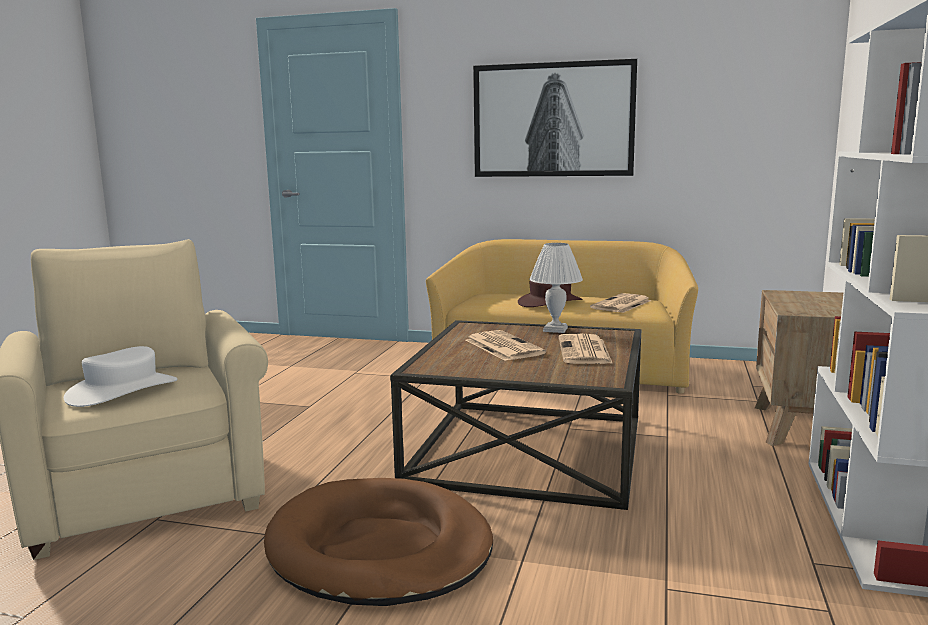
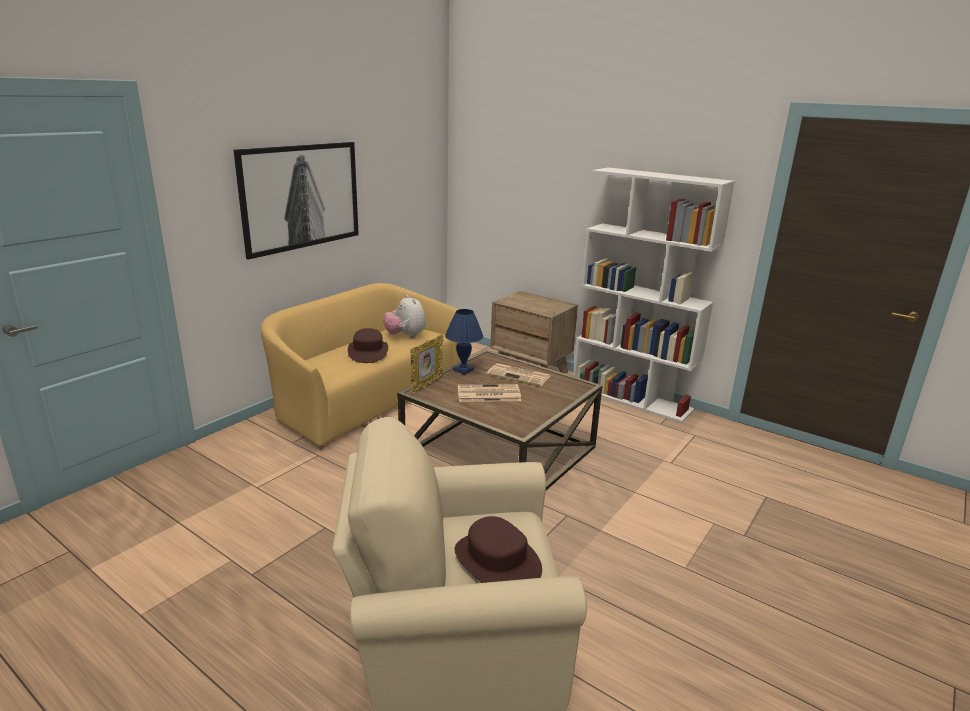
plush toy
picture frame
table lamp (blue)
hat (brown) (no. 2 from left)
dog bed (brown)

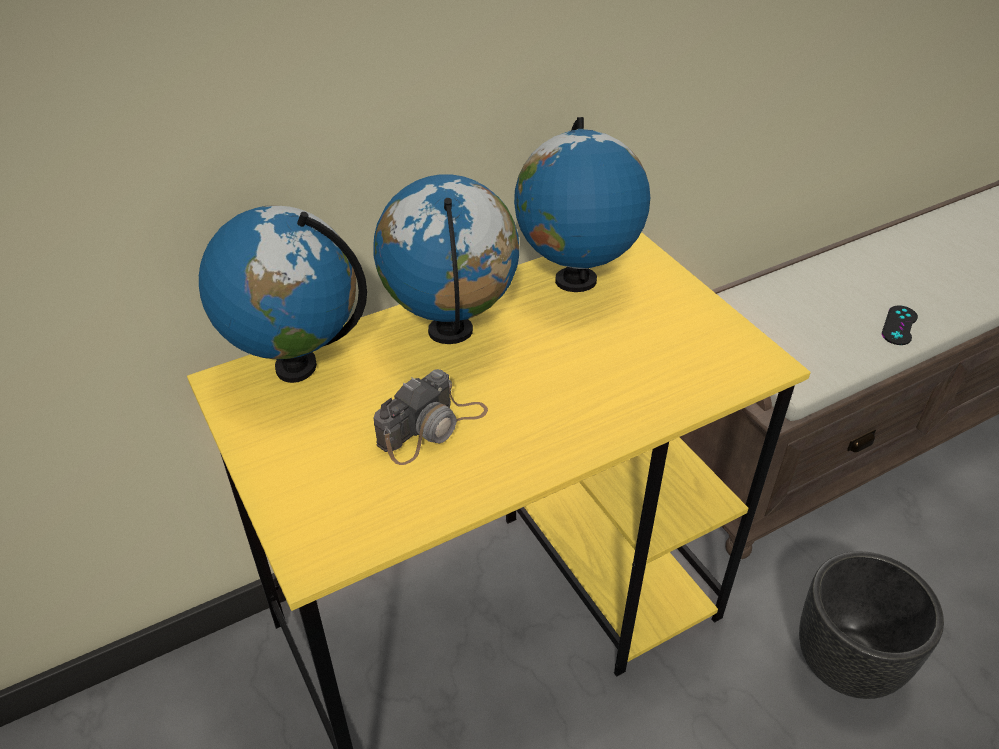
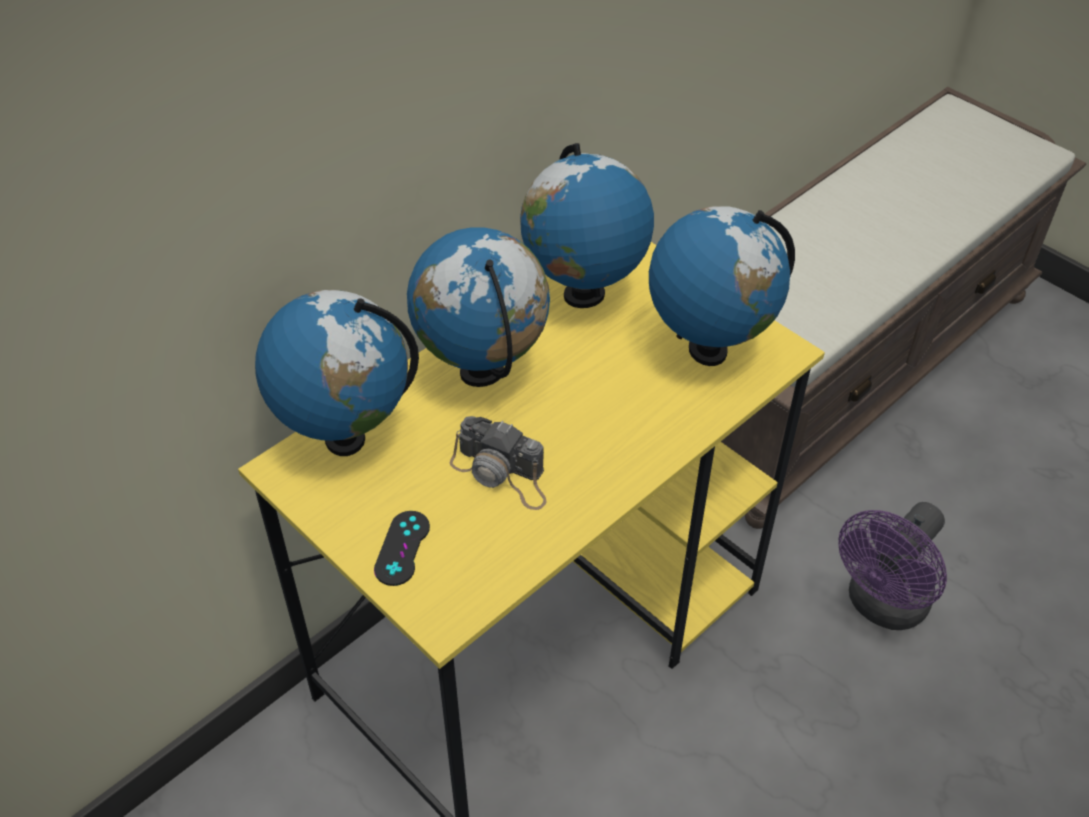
game controller (black)
photo camera
globe (no. 4 from left)
fan (purple)

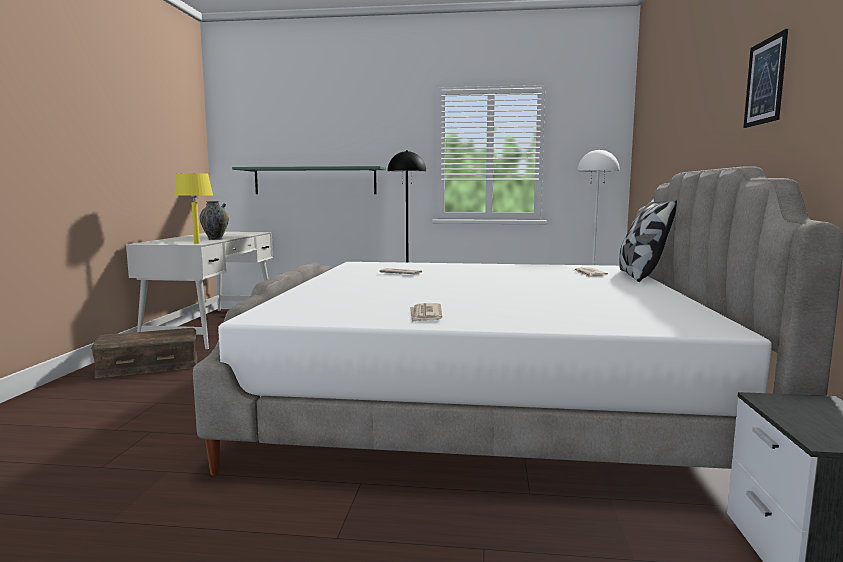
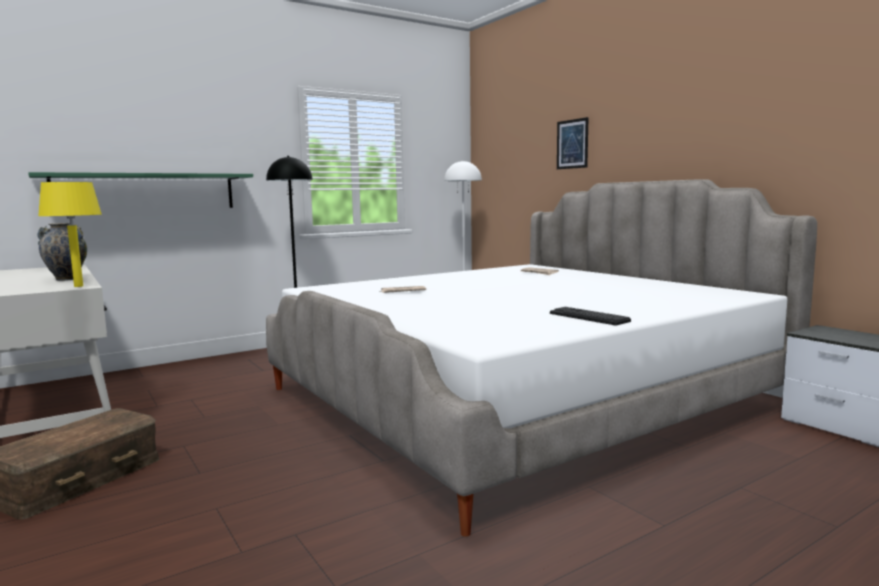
keyboard
picture
pillow

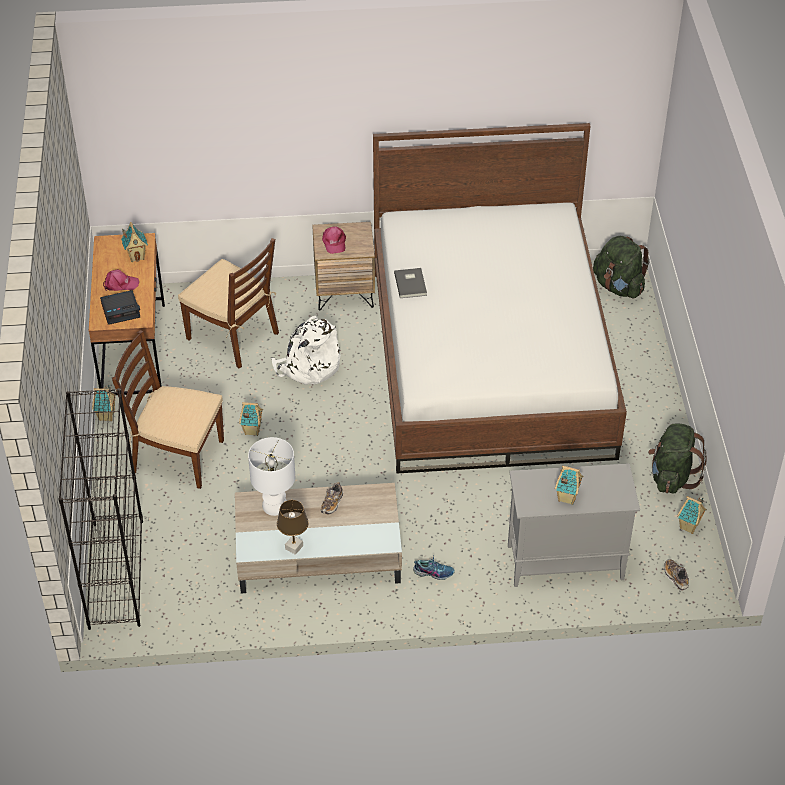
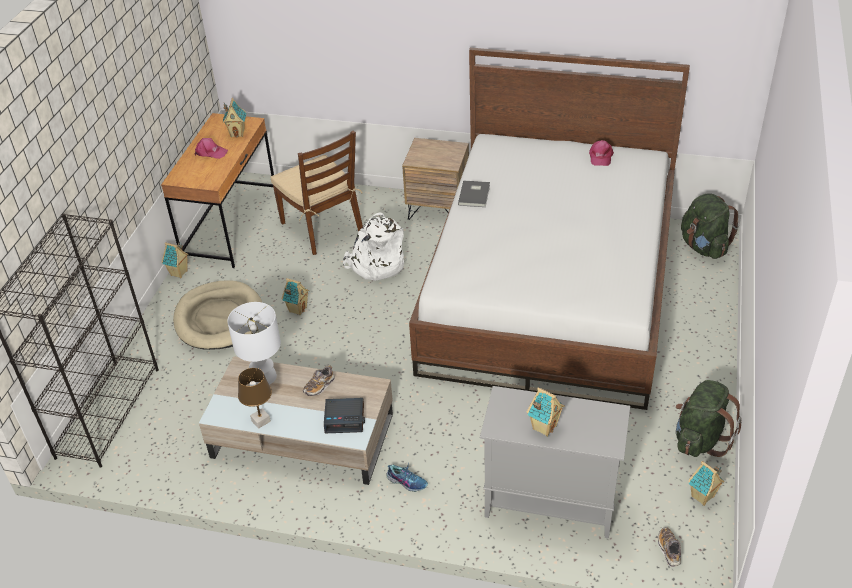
dog bed (beige)
alarm clock
cap (pink) (no. 2 from left)

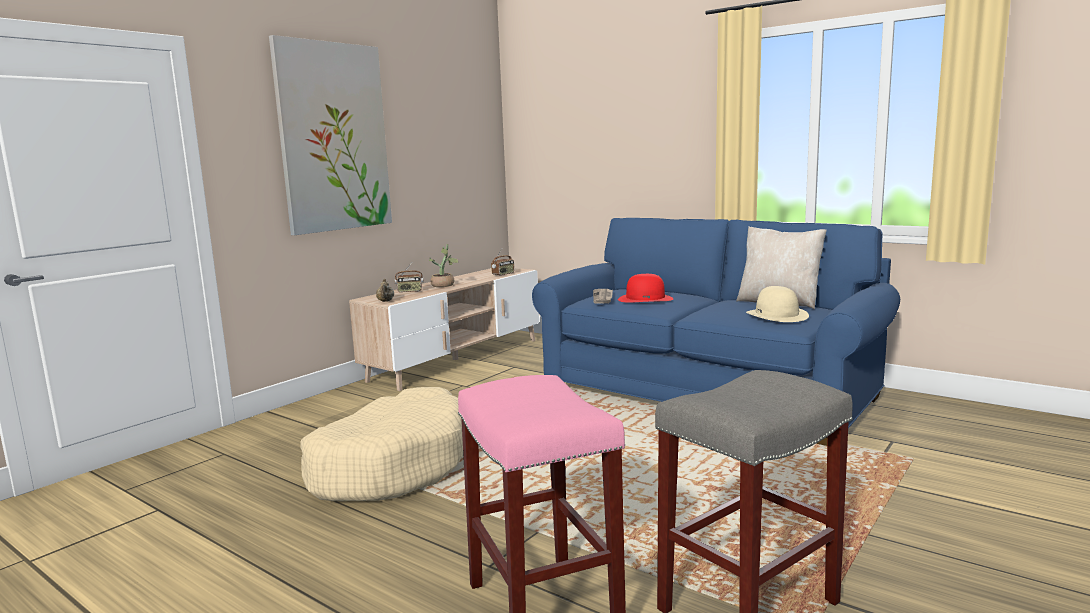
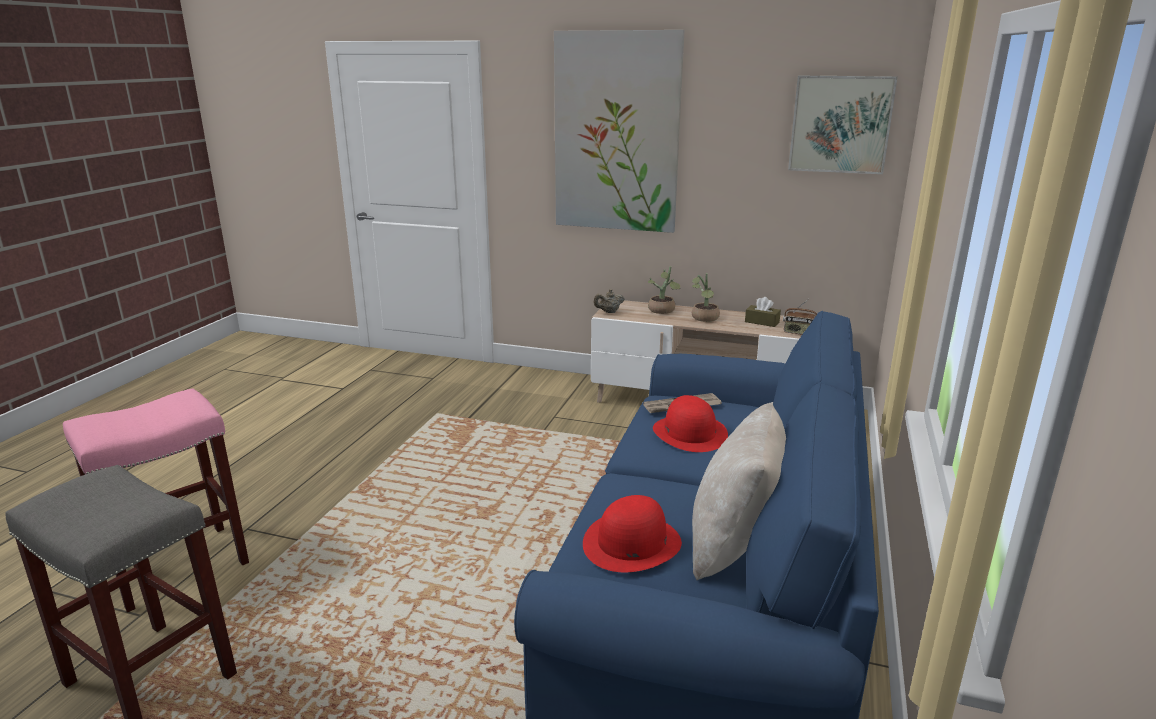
hat (red) (no. 1 from left)
potted plant (no. 1 from left)
tissue box (brown)
picture (no. 2 from left)
dog bed (beige)

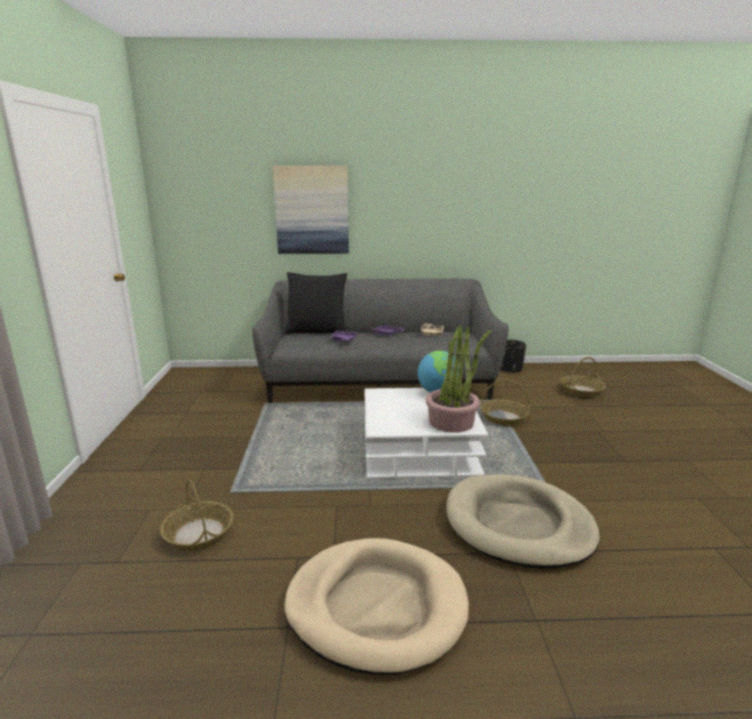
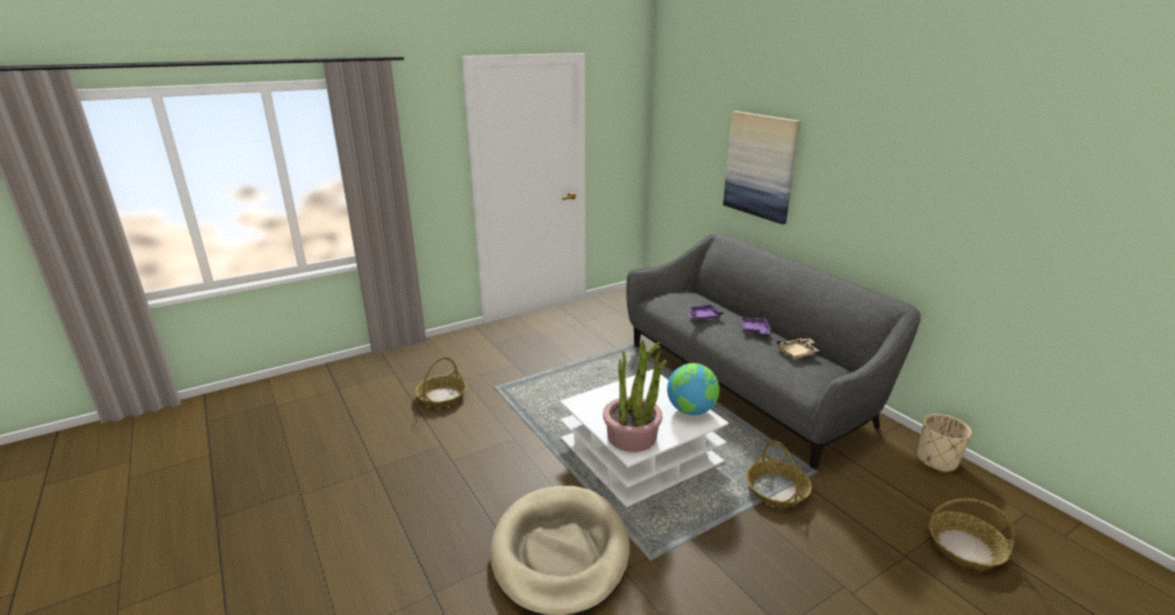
planter (beige)
dog bed (beige) (no. 1 from left in the first image)
pillow (black)

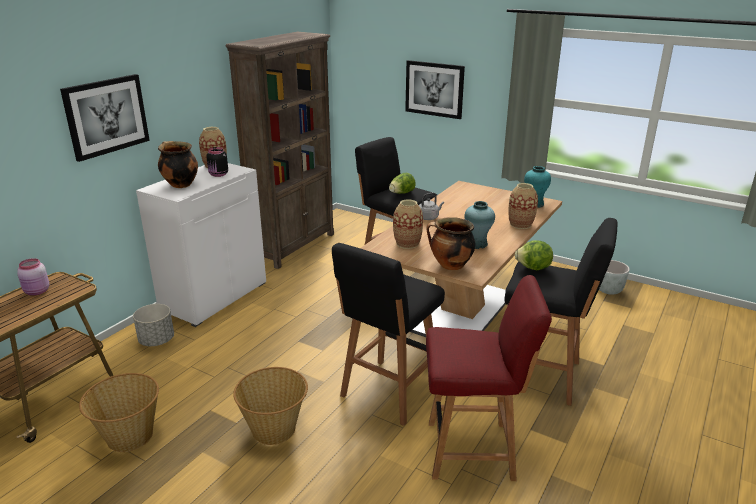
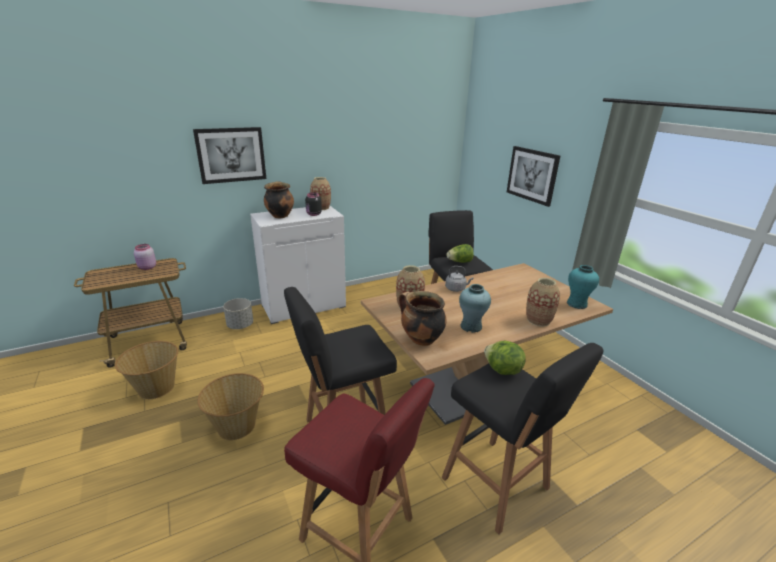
bookcase (brown)
planter (grey) (no. 2 from left in the first image)

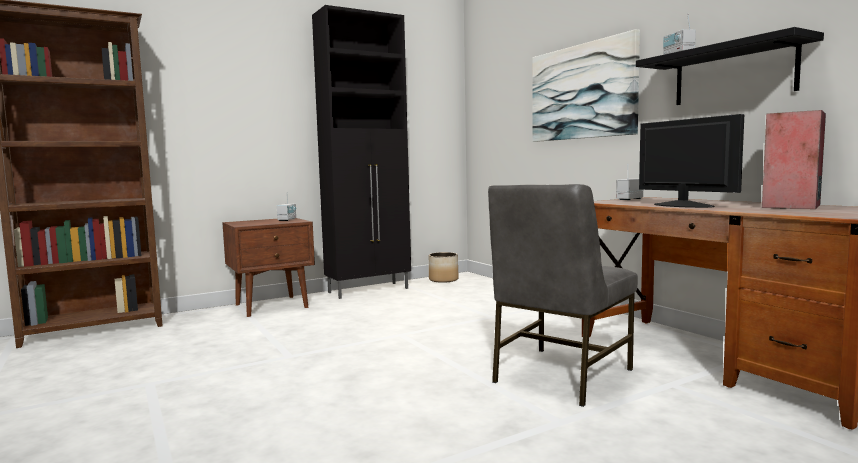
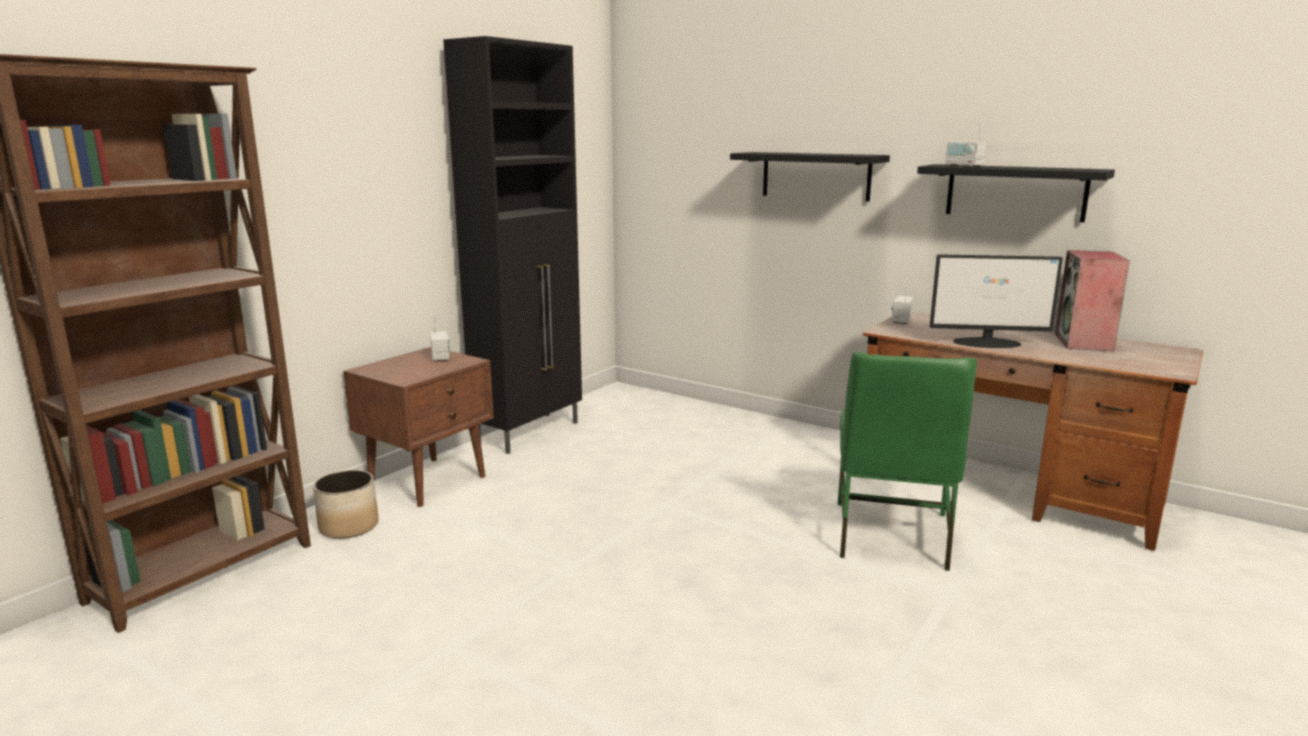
planter
shelf (black) (no. 1 from left)
chair (green)
monitor

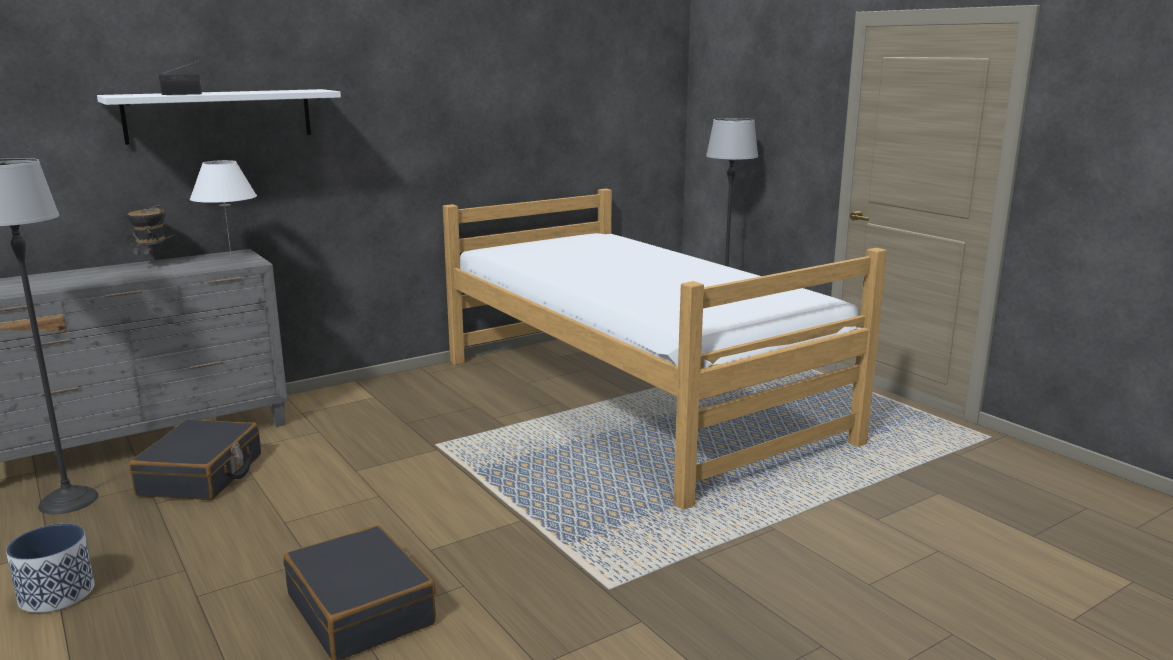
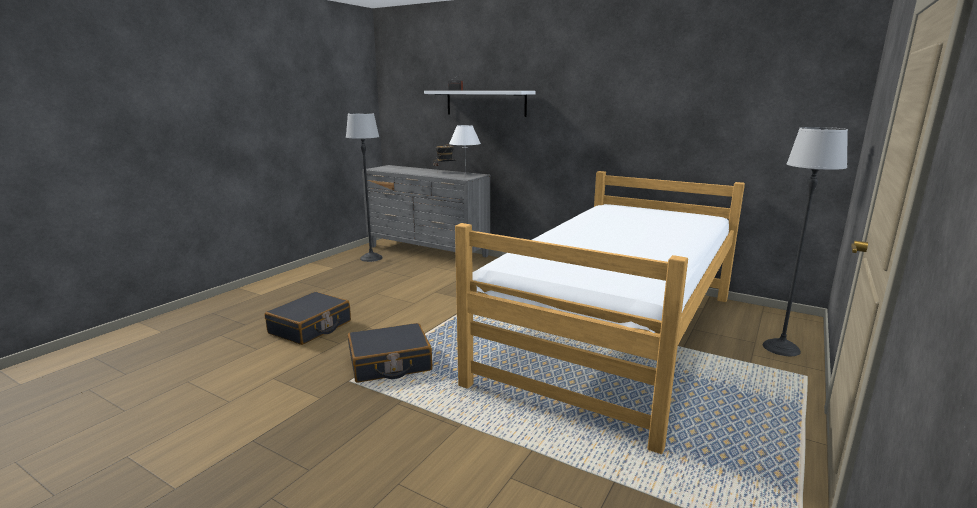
suitcase (black) (no. 2 from left)
planter

